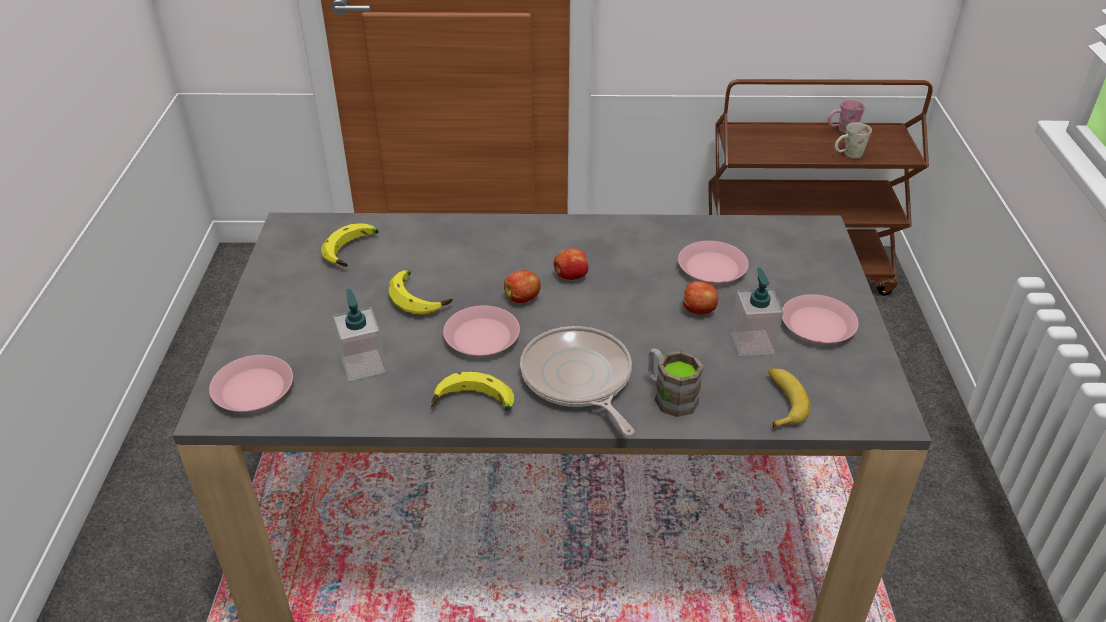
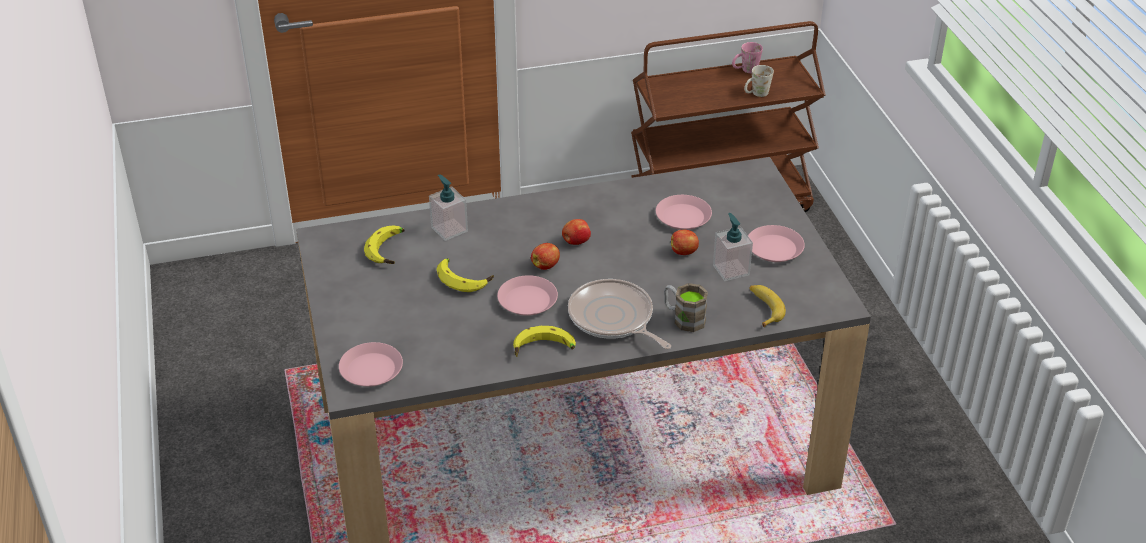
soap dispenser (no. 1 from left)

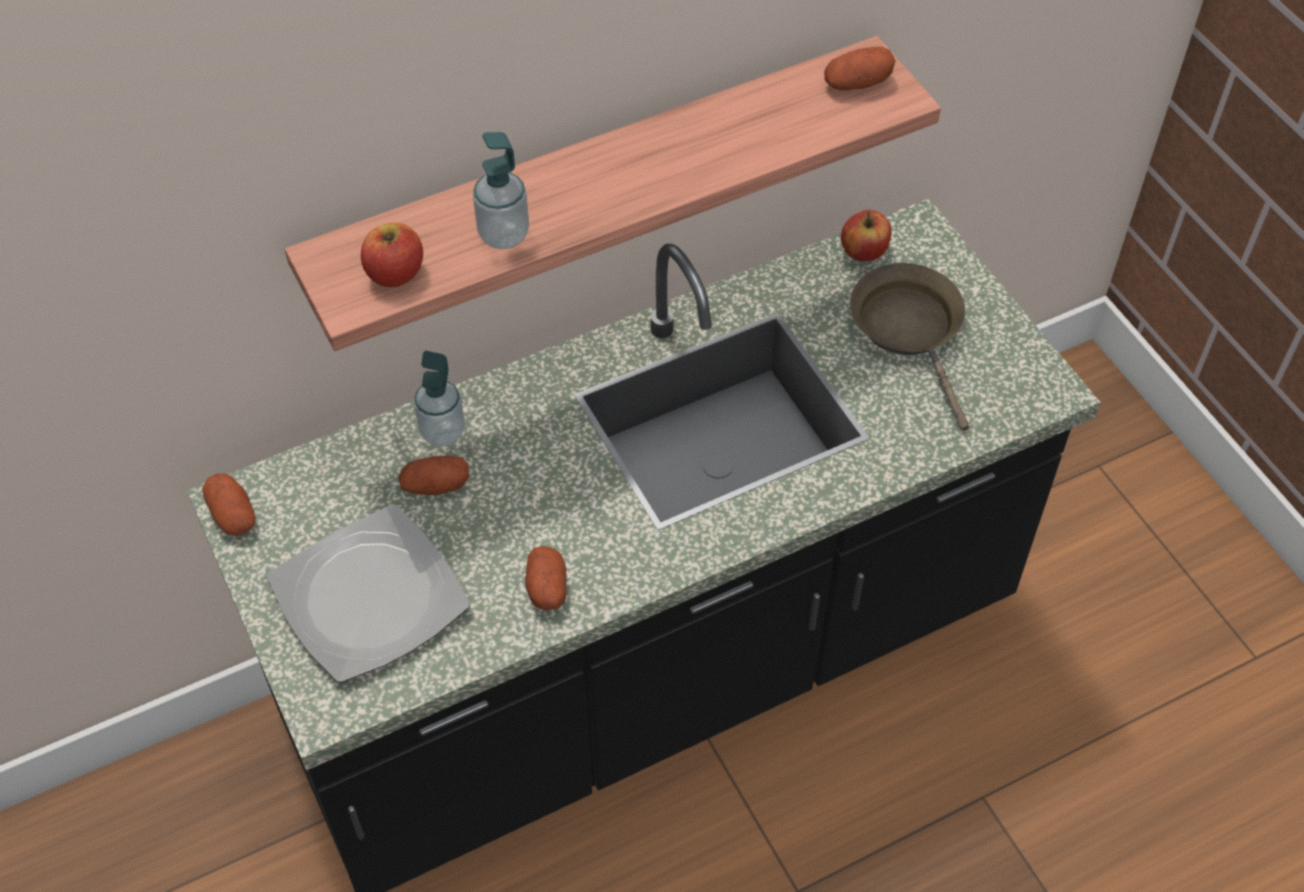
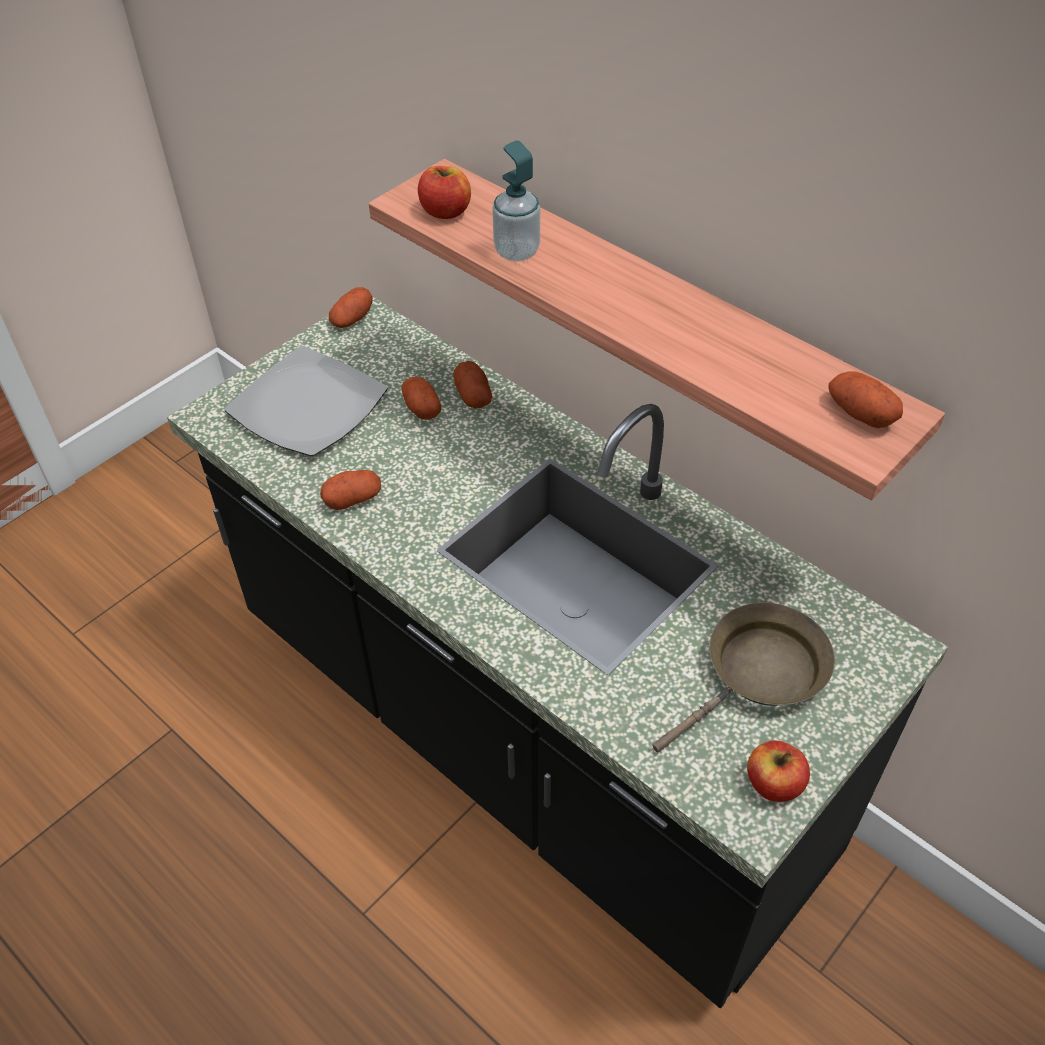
potato (no. 4 from left)
apple (no. 2 from left)

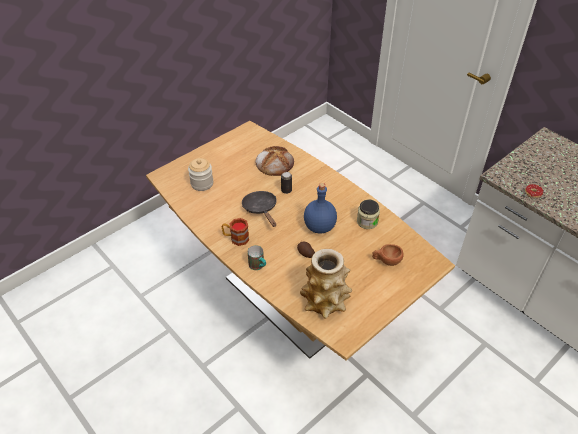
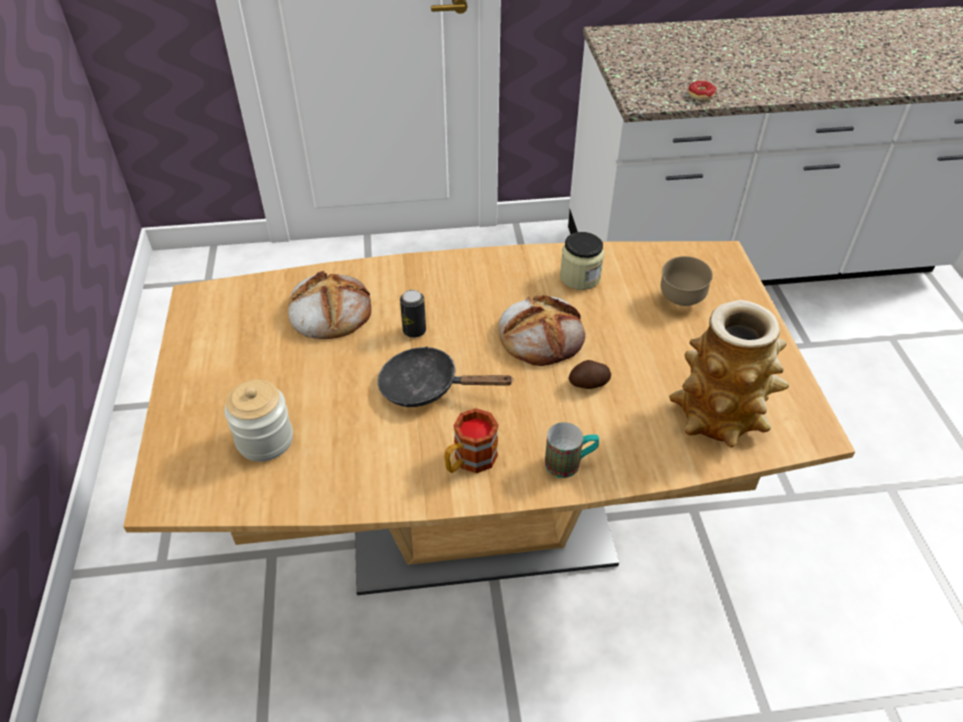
bread (no. 2 from left)
bowl (brown)

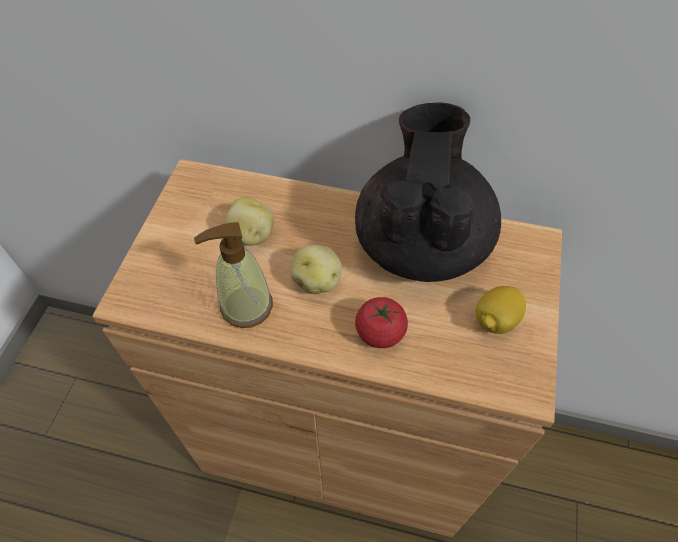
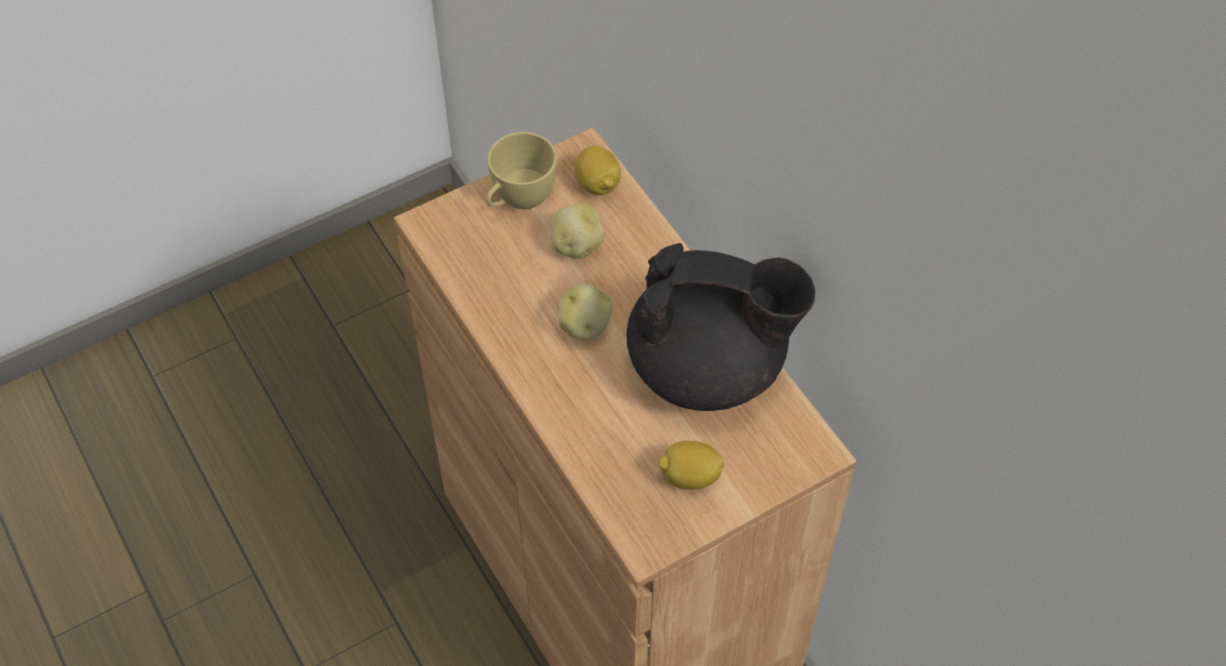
cup (yellow)
lemon (no. 1 from left)
teapot (black)
soap dispenser
tomato

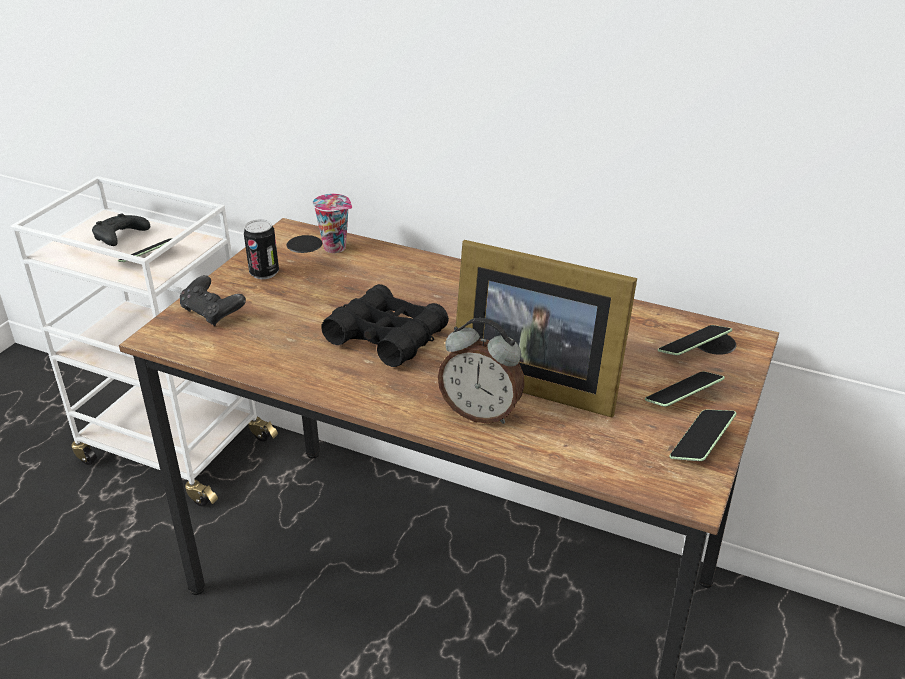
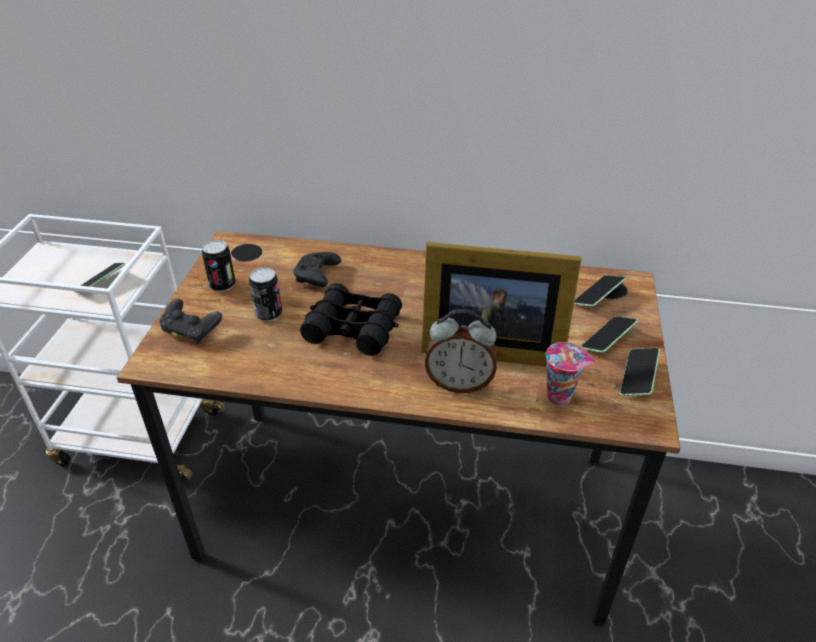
can (no. 2 from left)
game controller (black) (no. 2 from left)
cup

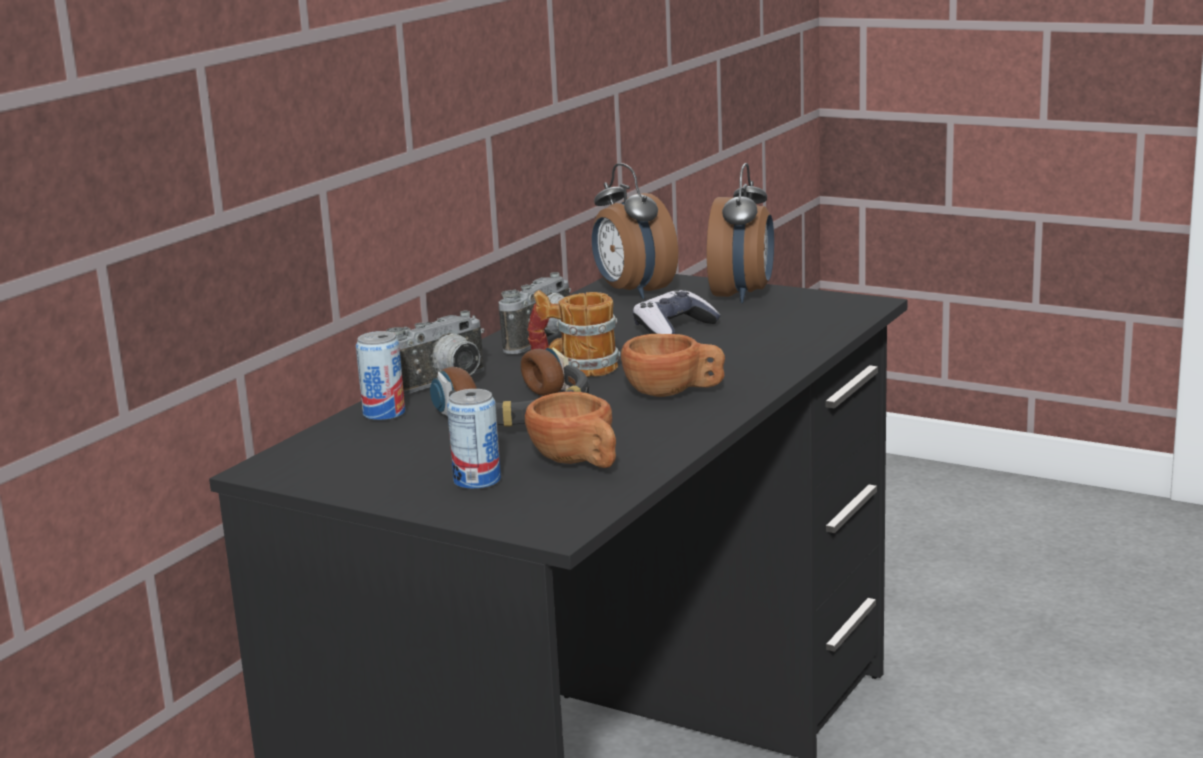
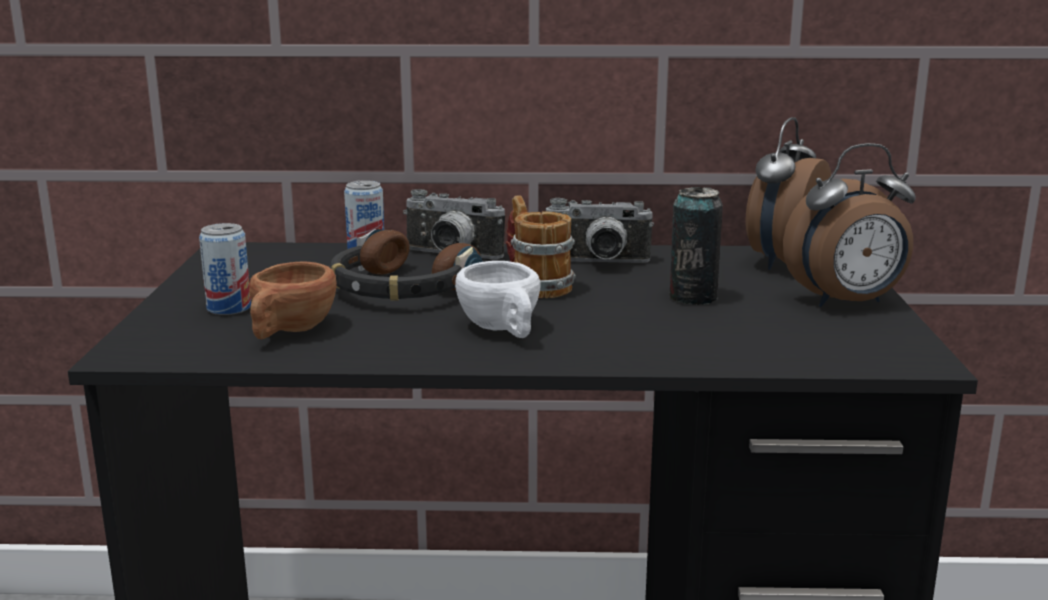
cup (white)
can (no. 3 from left)

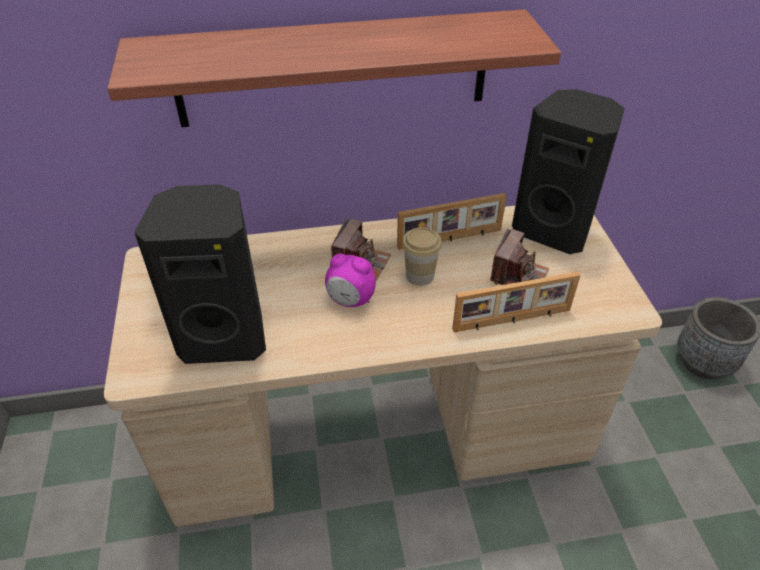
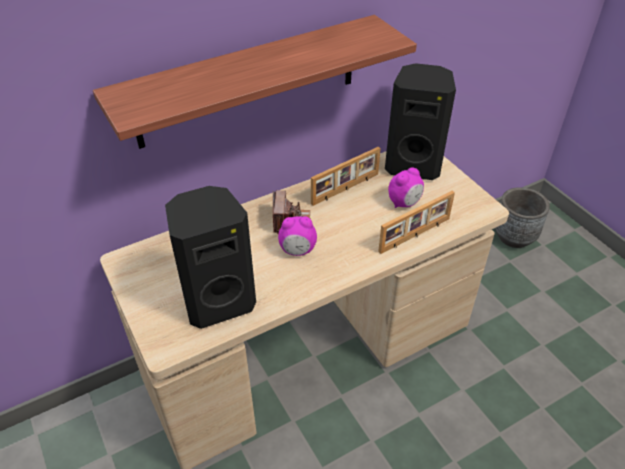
alarm clock (no. 2 from left)
cup

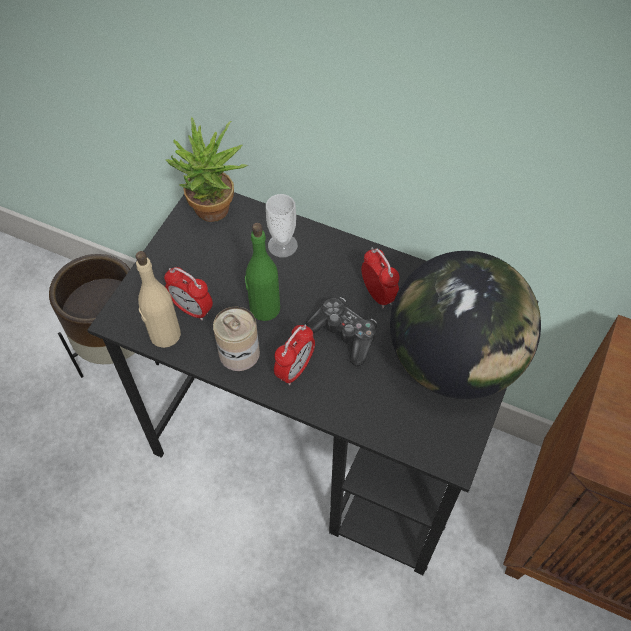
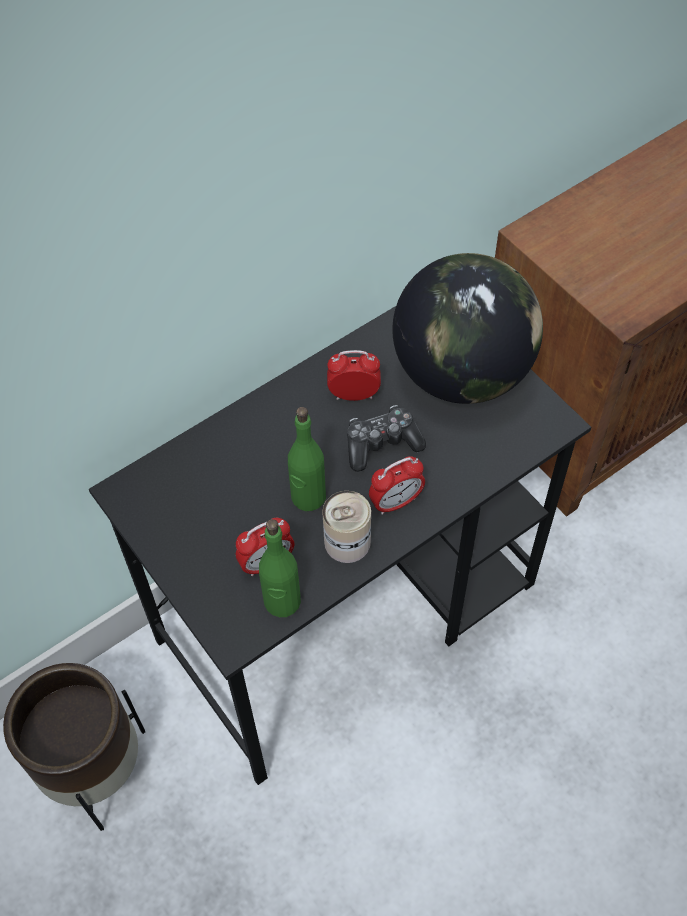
bottle (green) (no. 1 from left)
alarm clock (no. 3 from left)
potted plant
cup

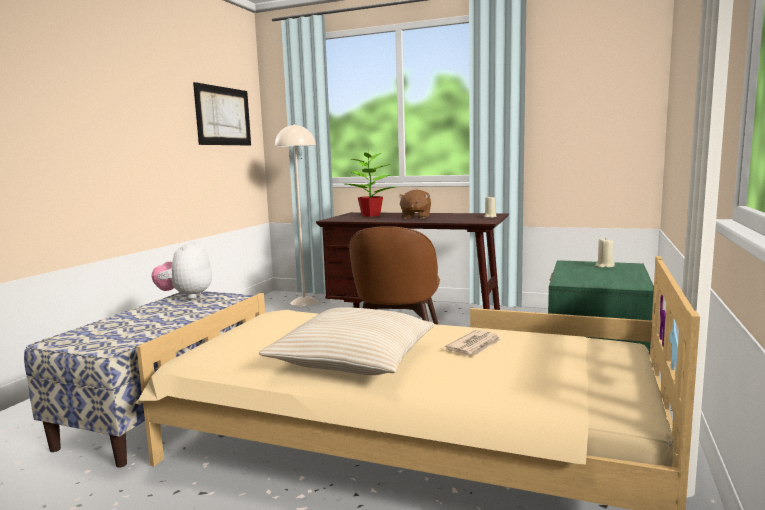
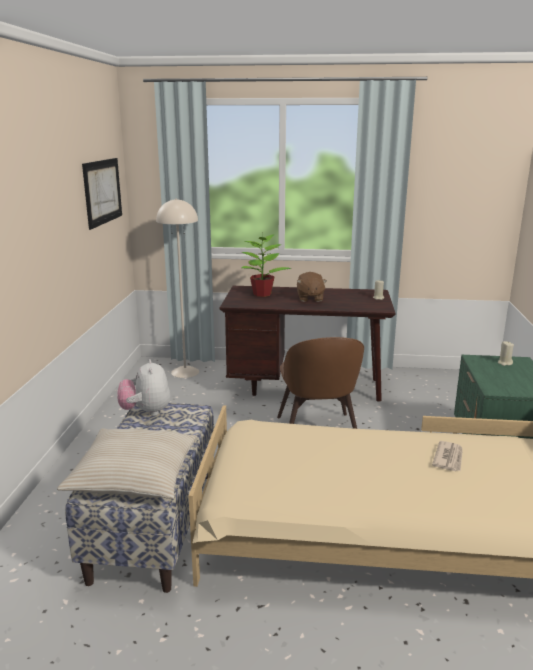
pillow (beige)

